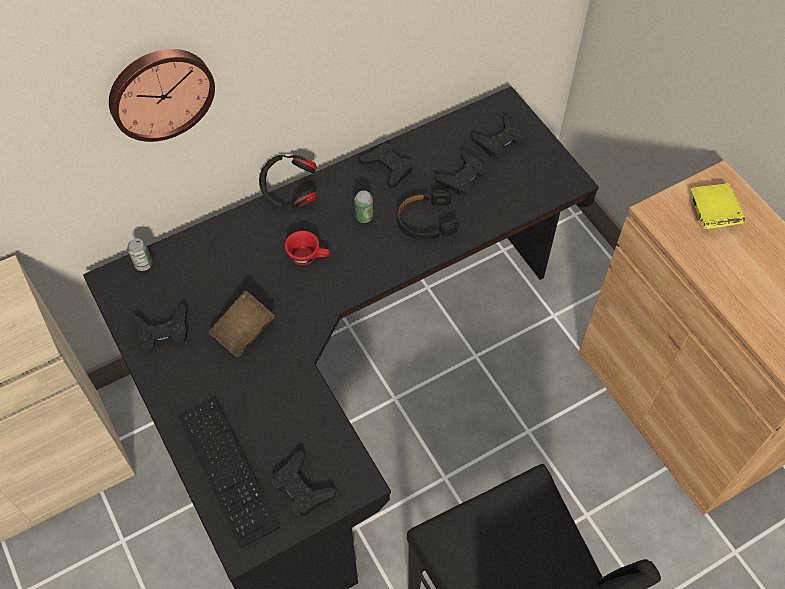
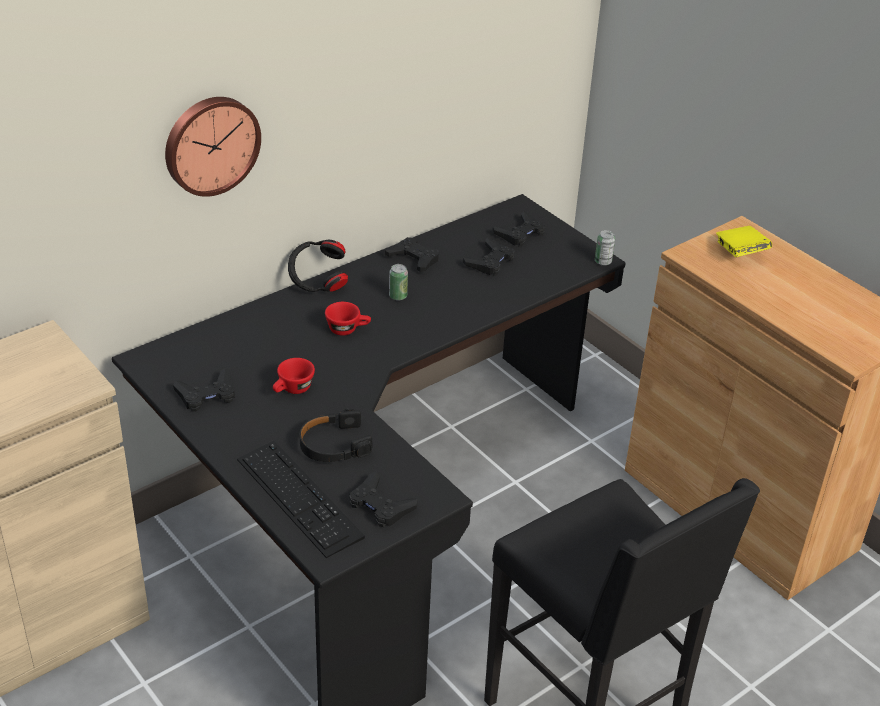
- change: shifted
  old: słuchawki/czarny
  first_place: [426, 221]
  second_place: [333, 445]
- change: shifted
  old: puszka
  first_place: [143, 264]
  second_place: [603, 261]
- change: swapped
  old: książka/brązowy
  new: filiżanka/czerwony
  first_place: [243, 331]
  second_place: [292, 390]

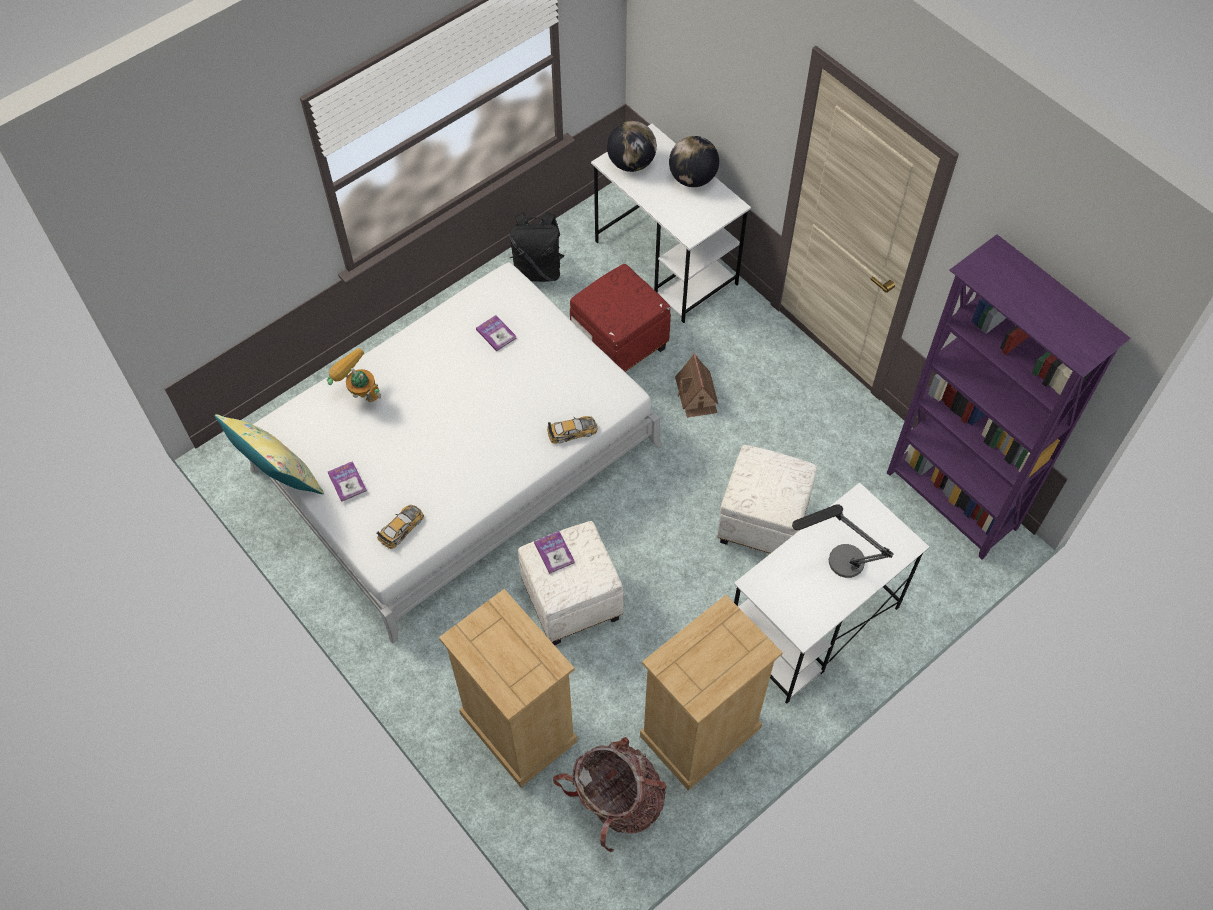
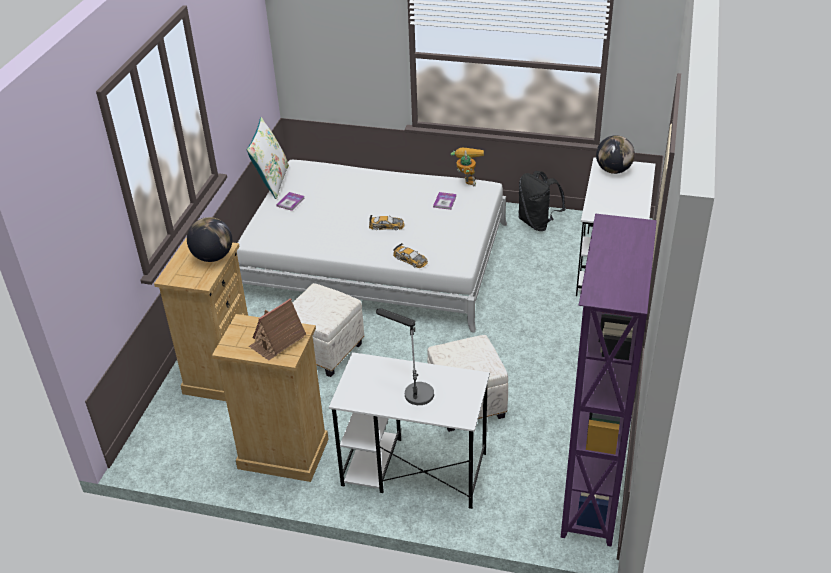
- change: shifted
  old: globus
  first_place: [692, 178]
  second_place: [213, 257]
- change: gone
  old: pufa/czerwony
  first_place: [618, 344]
- change: shifted
  old: robot zabawkowy
  first_place: [359, 395]
  second_place: [467, 179]
- change: shifted
  old: domek
  first_place: [697, 395]
  second_place: [277, 341]
- change: repainted
  old: poduszka/żółty
  new: poduszka/biały
  first_place: [279, 477]
  second_place: [272, 181]
- change: shifted
  old: samochodzik
  first_place: [401, 527]
  second_place: [386, 226]
- change: gone
  old: książka
  first_place: [554, 553]
- change: gone
  old: plecak
  first_place: [616, 801]

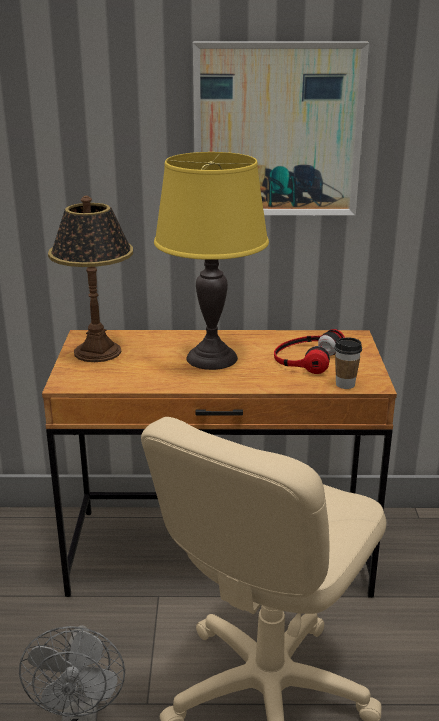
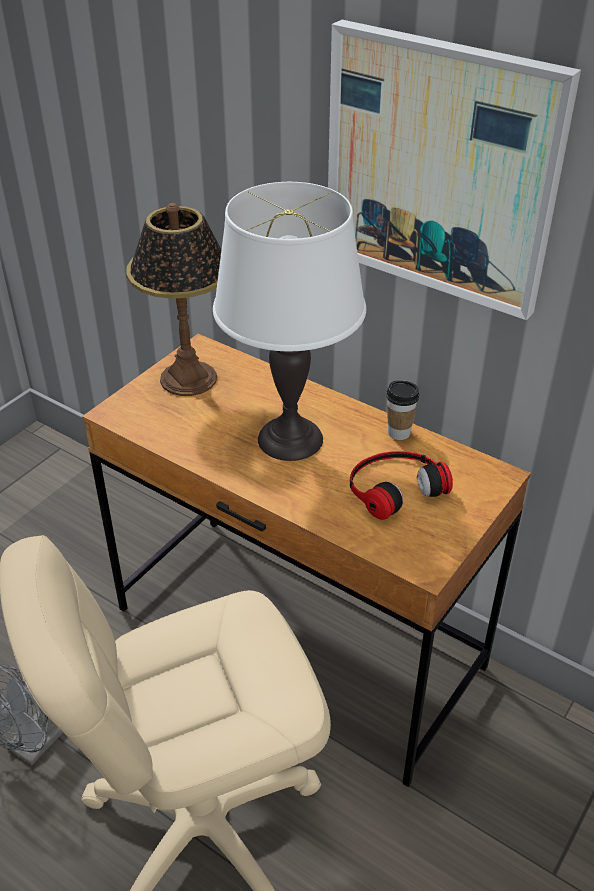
- change: repainted
  old: lampa stołowa/żółty
  new: lampa stołowa/biały
  first_place: [212, 358]
  second_place: [290, 439]
- change: shifted
  old: filiżanka
  first_place: [345, 384]
  second_place: [399, 433]

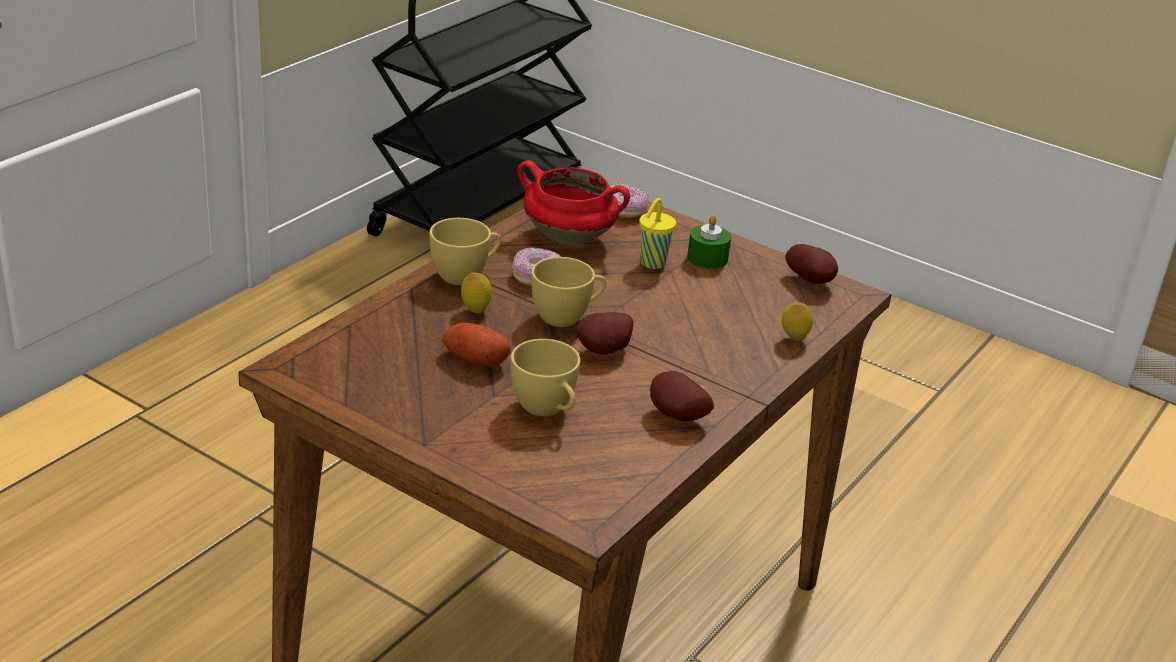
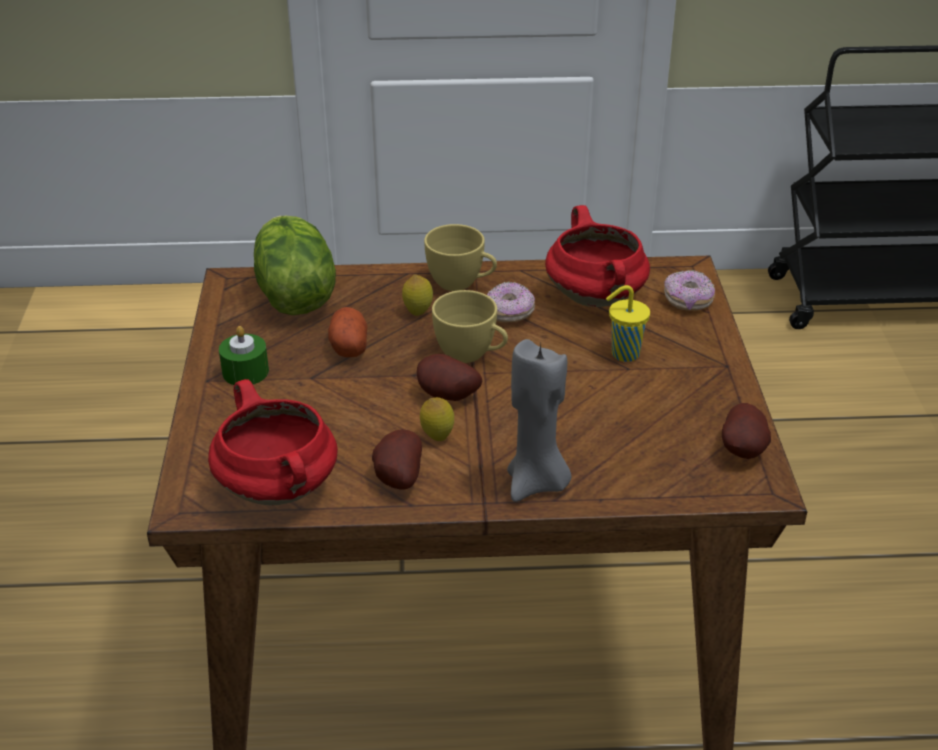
- change: shifted
  old: świeca/zielony
  first_place: [707, 258]
  second_place: [245, 371]
- change: shifted
  old: cytryna
  first_place: [793, 339]
  second_place: [437, 437]
- change: gone
  old: filiżanka/żółty
  first_place: [547, 410]
- change: new
  new: sałata
  second_place: [293, 295]
- change: new
  new: świeca/szary
  second_place: [536, 483]
- change: new
  new: garnek/czerwony
  second_place: [280, 489]

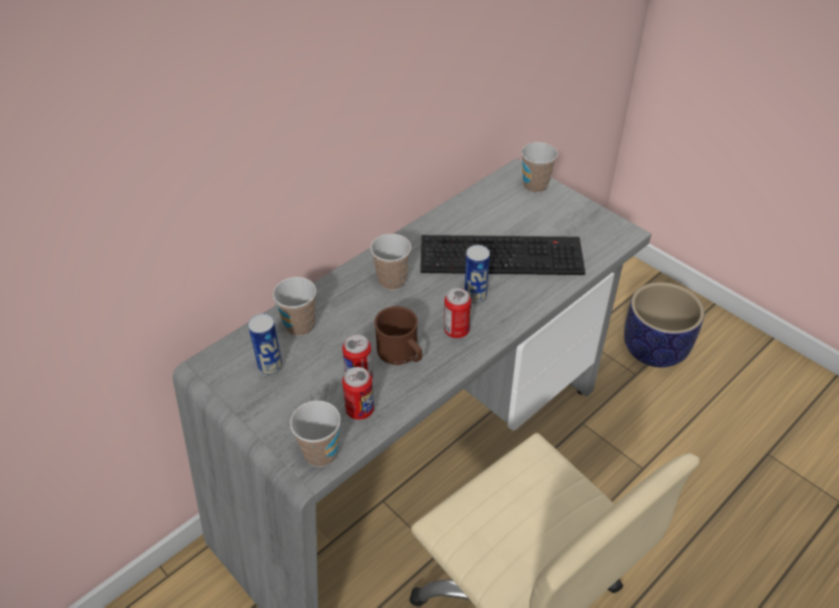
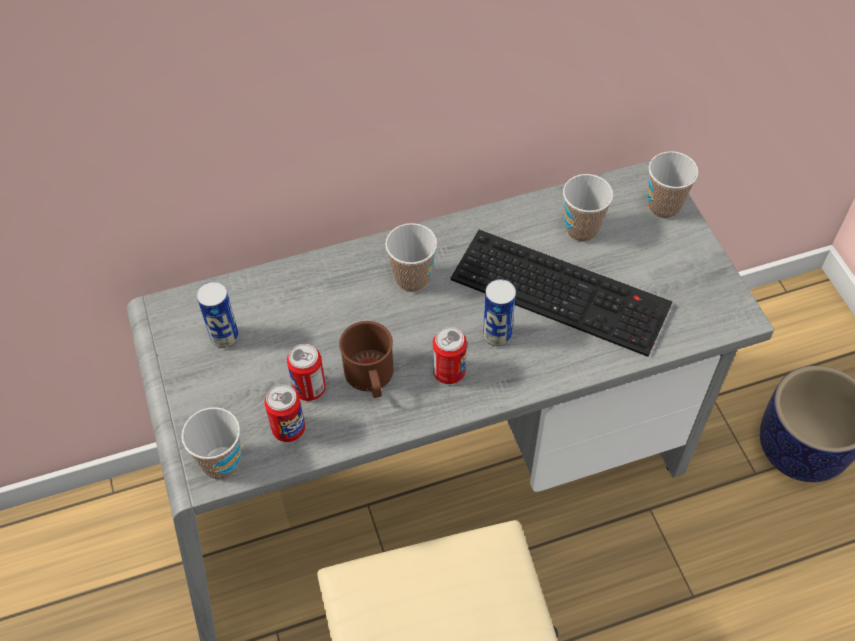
- change: shifted
  old: filiżanka
  first_place: [300, 326]
  second_place: [581, 229]

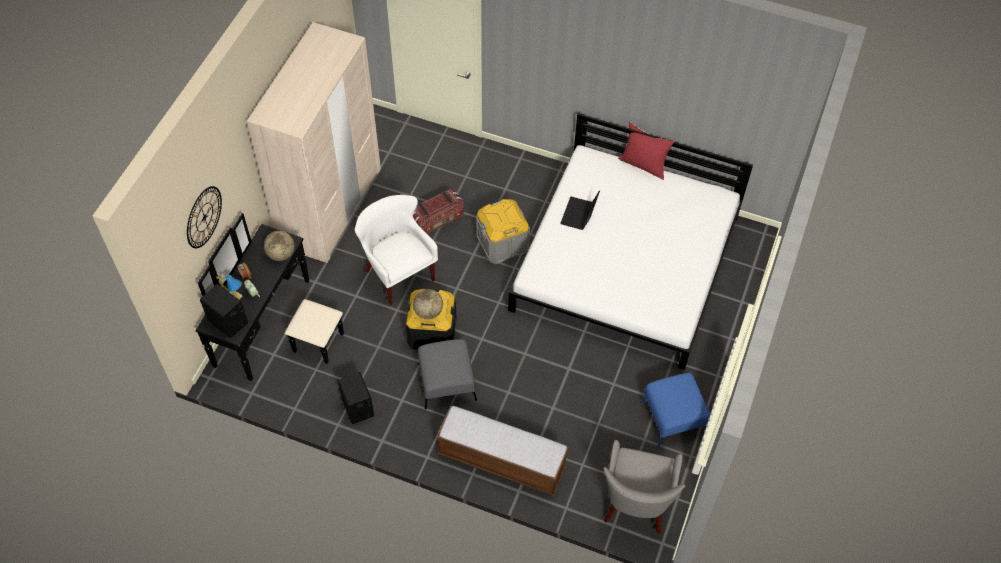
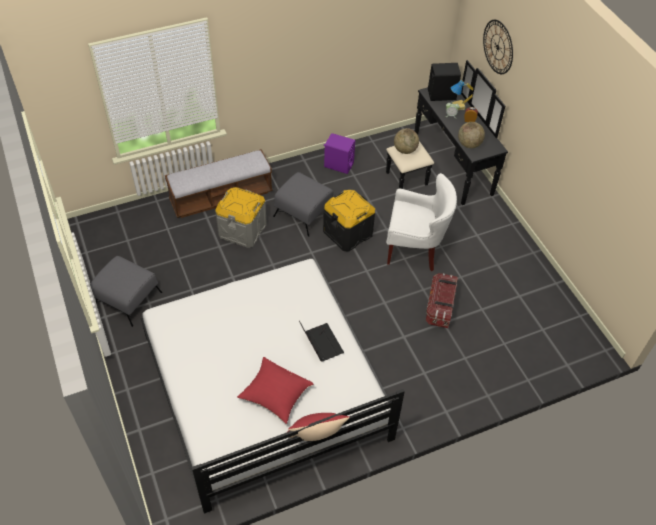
- change: gone
  old: szafa/beżowy
  first_place: [331, 207]
- change: shifted
  old: pojemnik do przechowywania/szary
  first_place: [502, 243]
  second_place: [242, 230]
- change: shifted
  old: globus
  first_place: [428, 312]
  second_place: [405, 150]
- change: repainted
  old: głośnik/czarny
  new: głośnik/fioletowy
  first_place: [358, 407]
  second_place: [338, 165]
- change: repainted
  old: pufa/niebieski
  new: pufa/szary
  first_place: [673, 417]
  second_place: [128, 298]
- change: gone
  old: fotel/szary
  first_place: [635, 504]
- change: new
  new: poduszka/czerwony
  second_place: [275, 395]

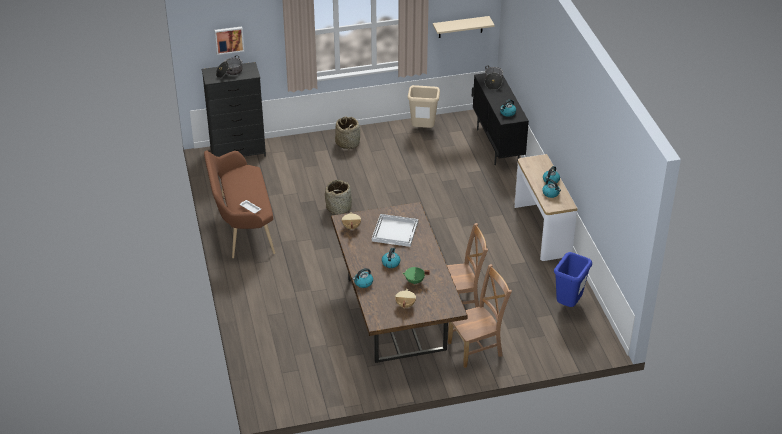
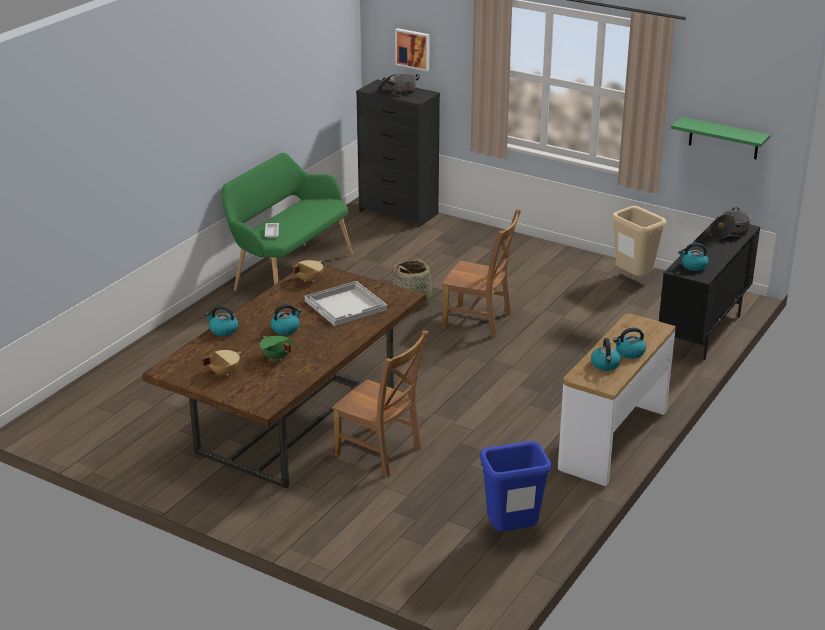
- change: repainted
  old: półka/beżowy
  new: półka/zielony
  first_place: [460, 27]
  second_place: [723, 138]
- change: gone
  old: koszyk
  first_place: [347, 143]
- change: repainted
  old: ławka/brązowy
  new: ławka/zielony
  first_place: [242, 228]
  second_place: [288, 272]
- change: shifted
  old: krzesło/brązowy
  first_place: [477, 348]
  second_place: [480, 321]

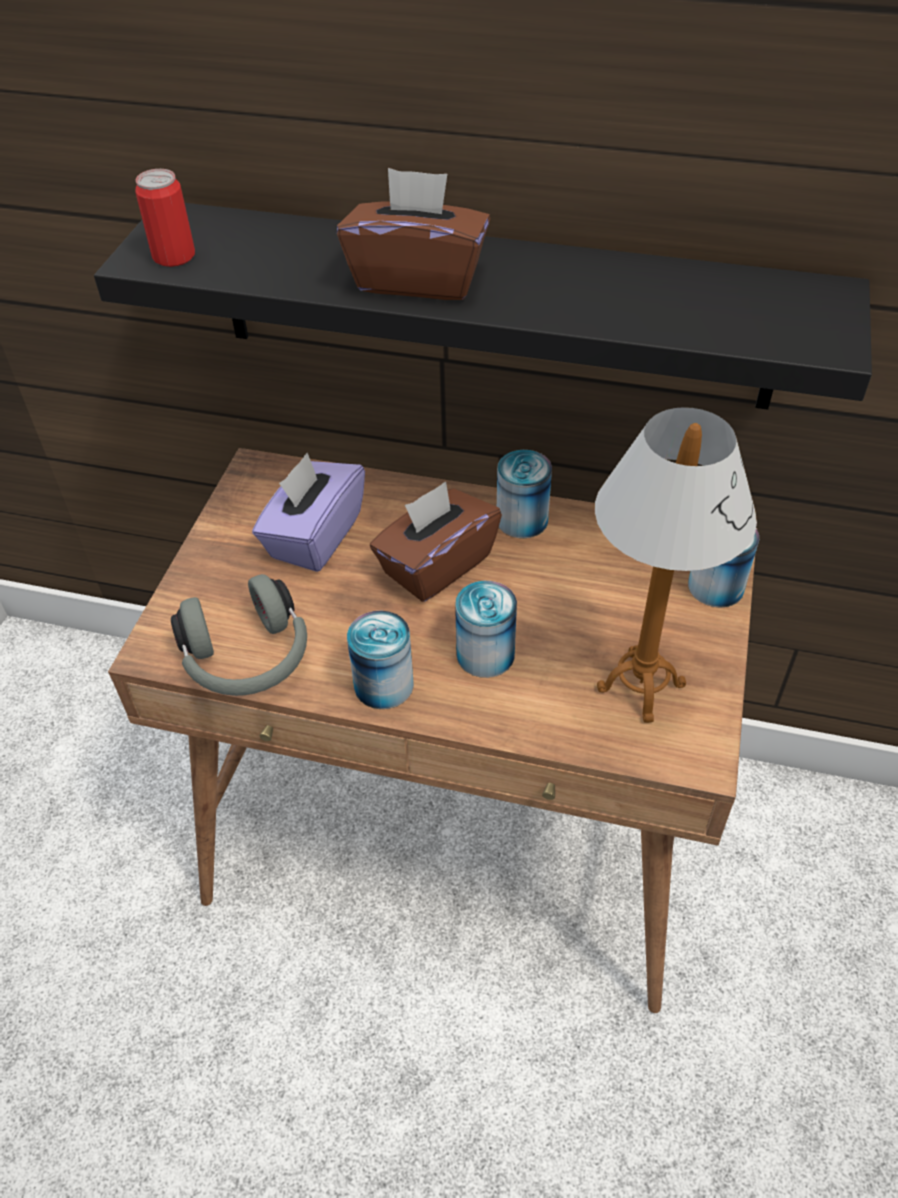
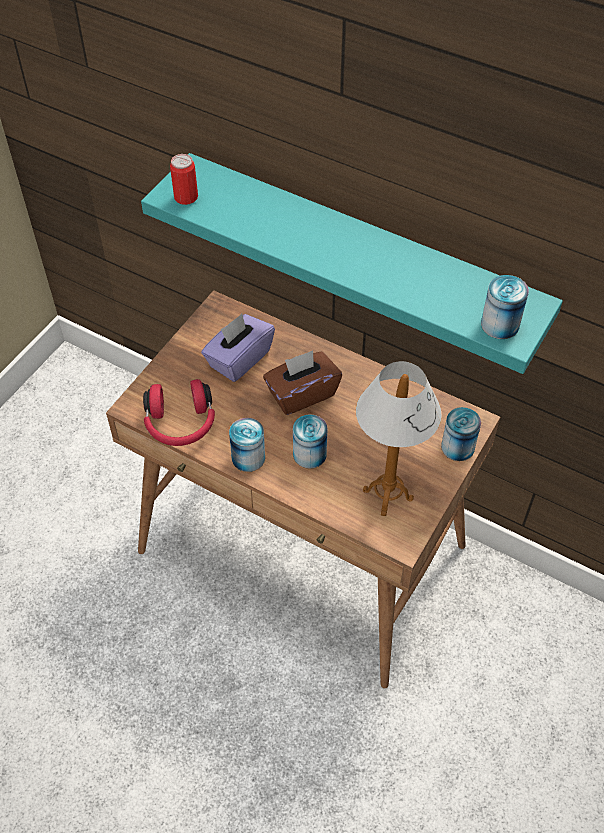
- change: gone
  old: pudełko chusteczek/brązowy
  first_place: [418, 279]
- change: repainted
  old: półka/czarny
  new: półka/turkusowy
  first_place: [491, 306]
  second_place: [362, 255]
- change: shifted
  old: puszka
  first_place: [522, 519]
  second_place: [500, 324]
- change: repainted
  old: słuchawki/szary
  new: słuchawki/czerwony
  first_place: [248, 659]
  second_place: [180, 424]

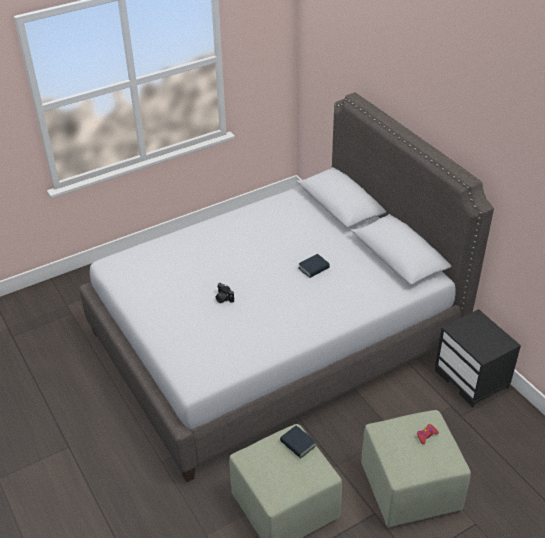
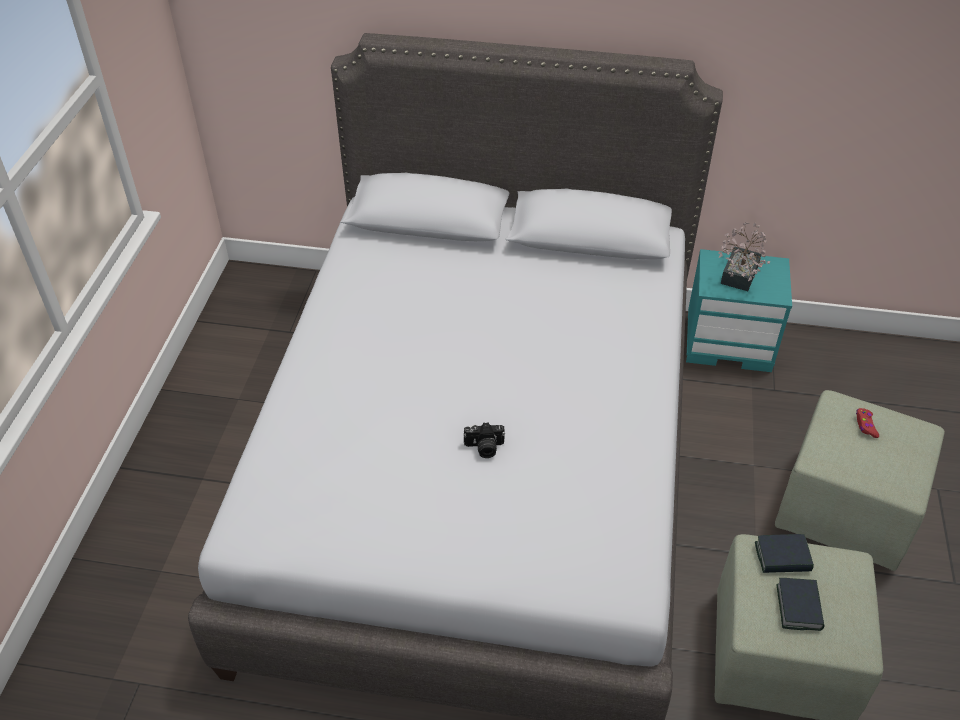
- change: shifted
  old: książka
  first_place: [314, 268]
  second_place: [799, 607]
- change: repainted
  old: szafka nocna/czarny
  new: szafka nocna/turkusowy
  first_place: [472, 379]
  second_place: [729, 342]
- change: new
  new: roślina doniczkowa
  second_place: [737, 278]

